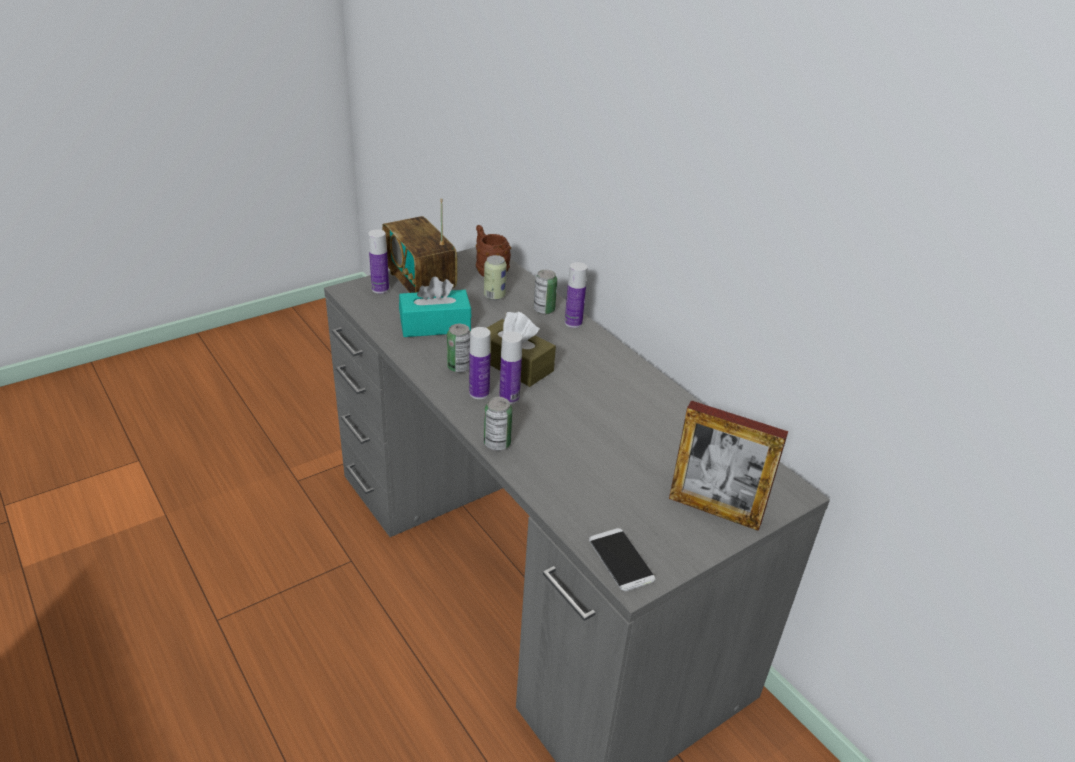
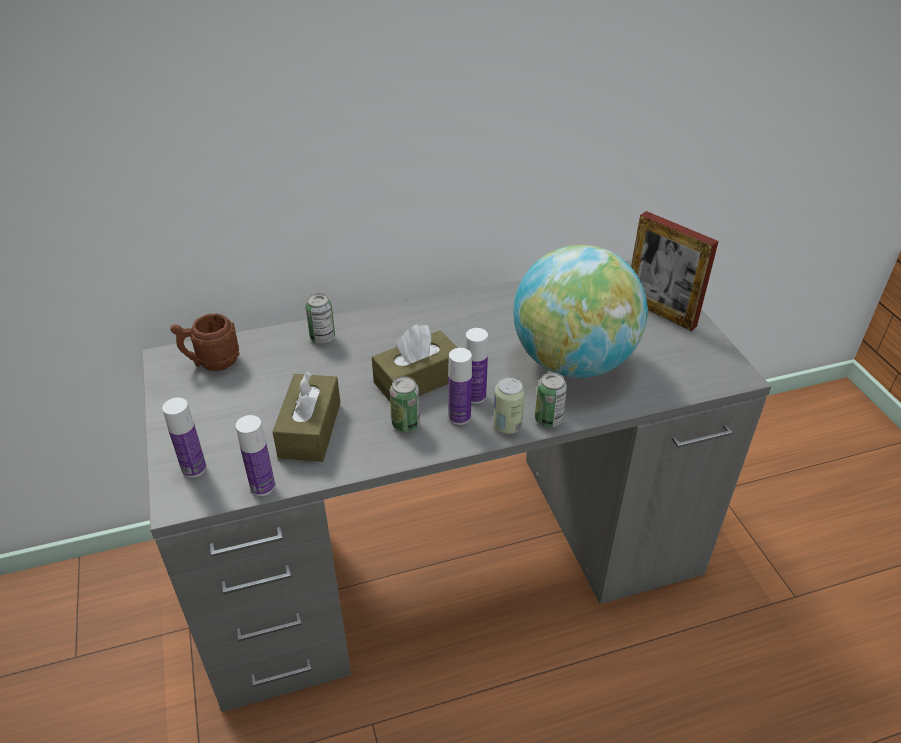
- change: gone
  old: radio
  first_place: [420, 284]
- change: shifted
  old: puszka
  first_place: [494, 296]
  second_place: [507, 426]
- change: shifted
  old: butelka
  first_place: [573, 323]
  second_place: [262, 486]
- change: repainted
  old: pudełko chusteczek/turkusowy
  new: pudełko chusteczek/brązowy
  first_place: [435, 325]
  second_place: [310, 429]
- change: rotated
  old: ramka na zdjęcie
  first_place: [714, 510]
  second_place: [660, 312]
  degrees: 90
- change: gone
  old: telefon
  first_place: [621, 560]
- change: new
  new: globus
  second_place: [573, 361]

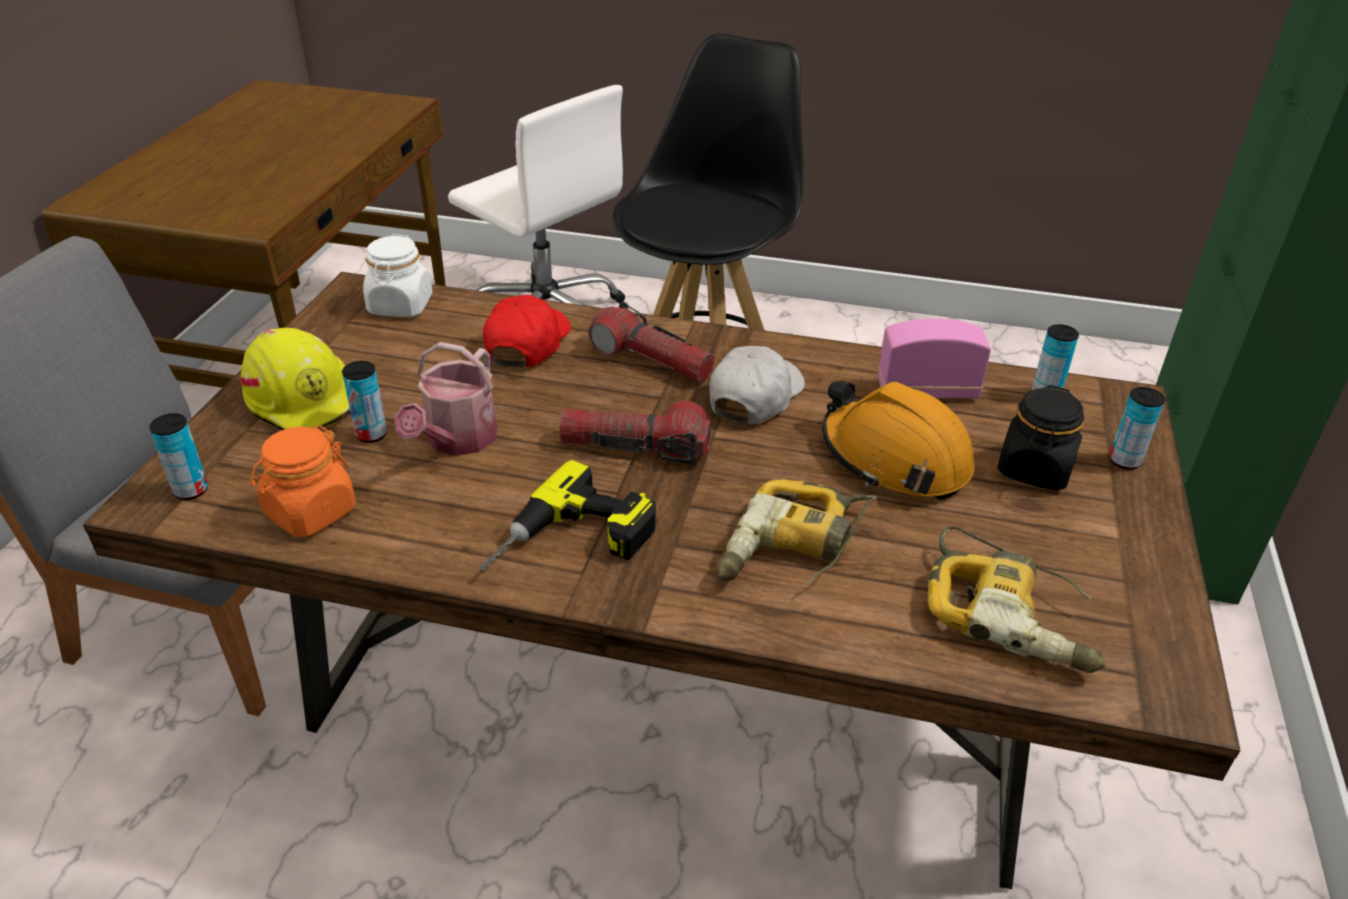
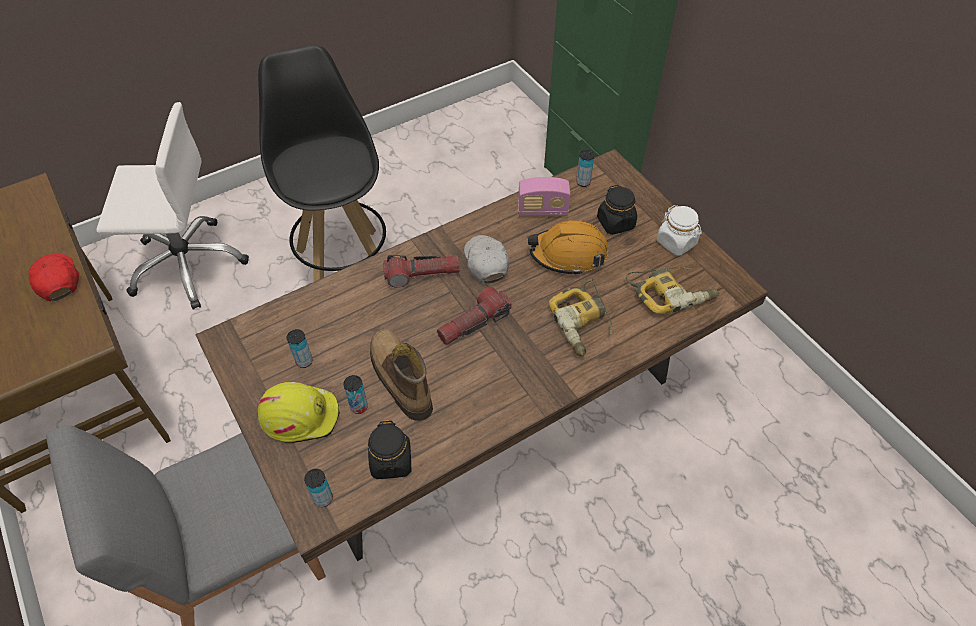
- change: shifted
  old: słoik/biały
  first_place: [400, 306]
  second_place: [676, 242]
- change: shifted
  old: czapka z daszkiem/czerwony
  first_place: [527, 343]
  second_place: [57, 280]
- change: rotated
  old: radio
  first_place: [927, 390]
  second_place: [542, 211]
  degrees: -135
- change: swapped
  old: konewka
  new: but z cholewką
  first_place: [456, 440]
  second_place: [399, 379]
- change: shifted
  old: puszka
  first_place: [1124, 461]
  second_place: [304, 361]
- change: repainted
  old: słoik/pomarańczowy
  new: słoik/czarny
  first_place: [310, 512]
  second_place: [391, 461]
- change: gone
  old: wiertarka
  first_place: [571, 544]

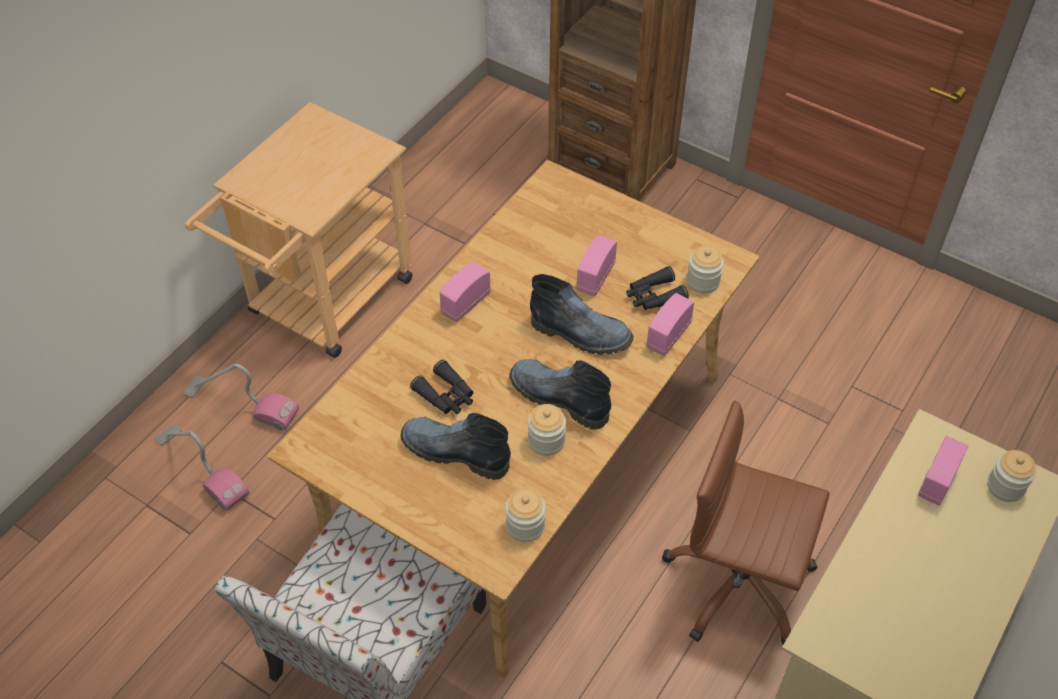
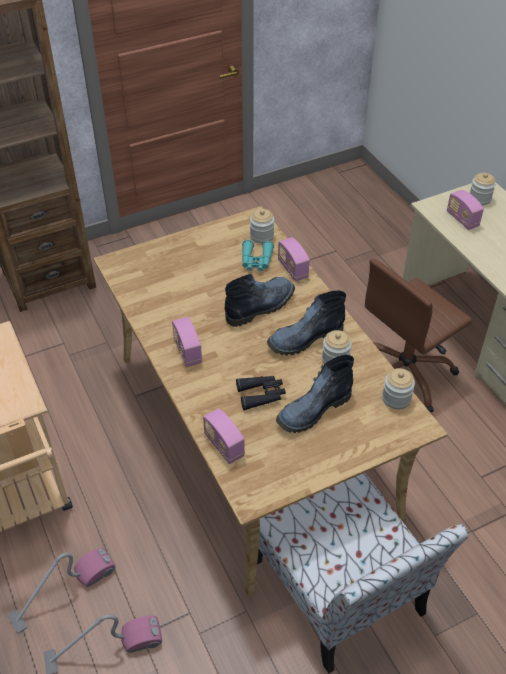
- change: shifted
  old: radio
  first_place: [595, 277]
  second_place: [224, 445]
- change: repainted
  old: lornetka/czarny
  new: lornetka/turkusowy
  first_place: [654, 296]
  second_place: [256, 261]

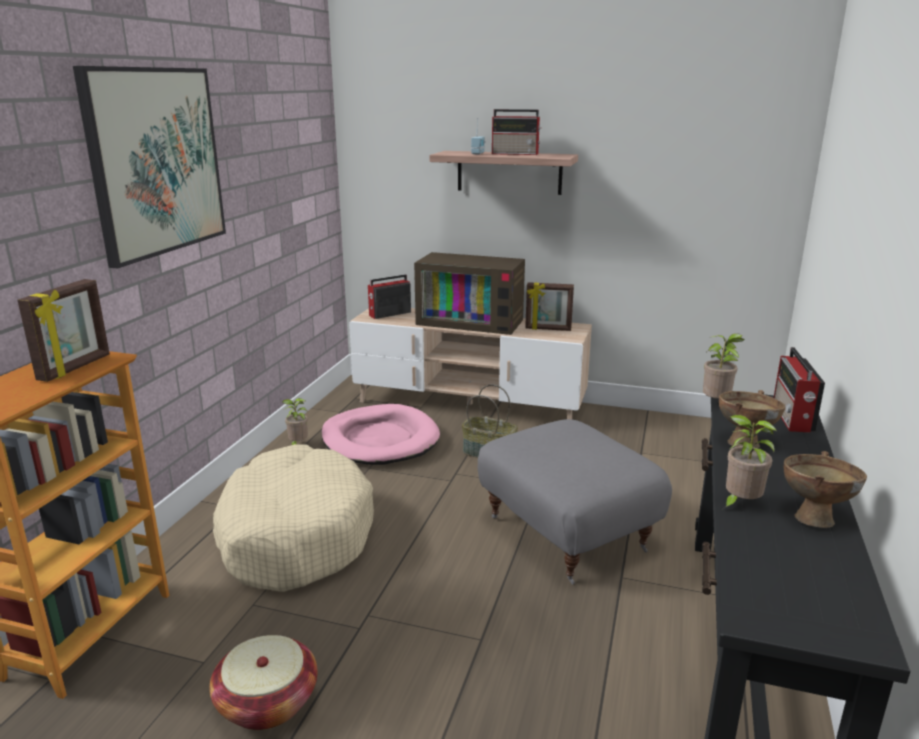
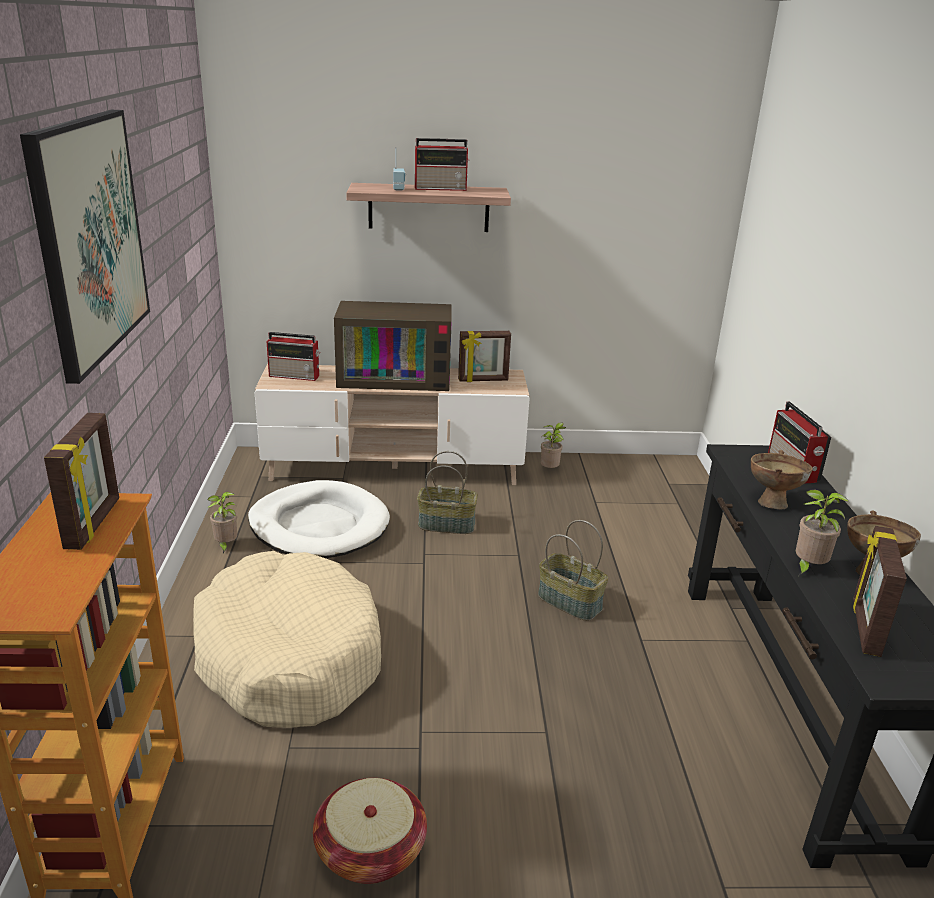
- change: rotated
  old: radio
  first_place: [389, 314]
  second_place: [295, 376]
  degrees: -120
- change: shifted
  old: roślina doniczkowa
  first_place: [717, 403]
  second_place: [550, 470]
- change: repainted
  old: legowisko/różowy
  new: legowisko/biały
  first_place: [380, 439]
  second_place: [319, 525]
- change: swapped
  old: pufa/szary
  new: koszyk
  first_place: [568, 533]
  second_place: [570, 602]
- change: new
  new: ramka na zdjęcie
  second_place: [864, 627]

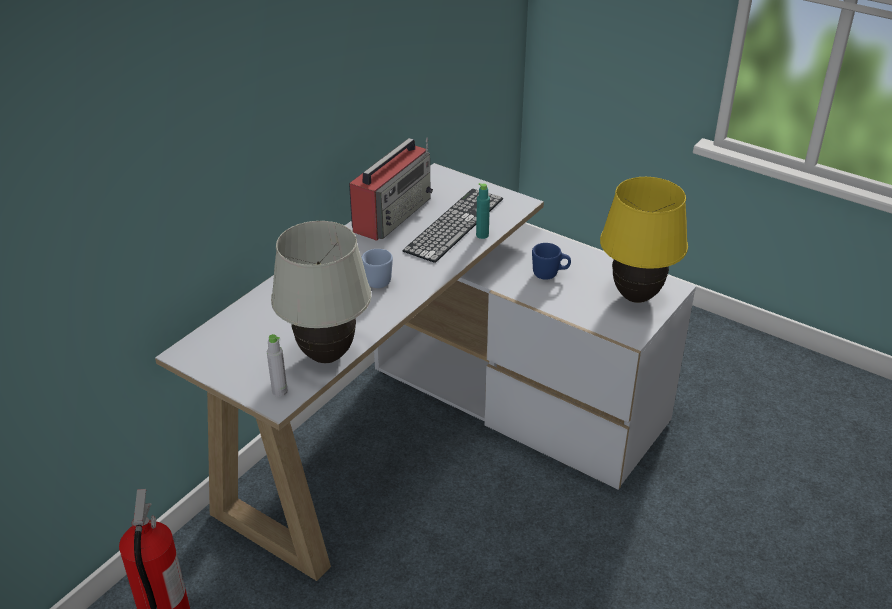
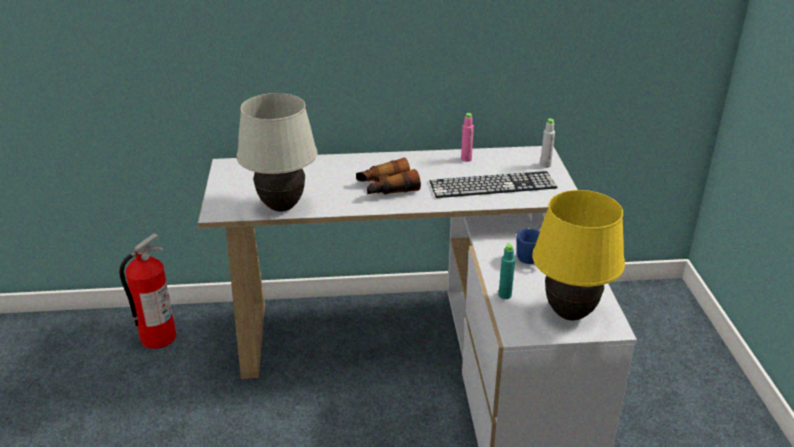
- change: swapped
  old: radio
  new: butelka/różowy
  first_place: [393, 214]
  second_place: [466, 159]
- change: shifted
  old: butelka/turkusowy
  first_place: [482, 235]
  second_place: [505, 295]
- change: swapped
  old: kubek/niebieski
  new: lornetka
  first_place: [380, 279]
  second_place: [386, 188]
- change: shifted
  old: butelka/szary
  first_place: [279, 391]
  second_place: [545, 165]

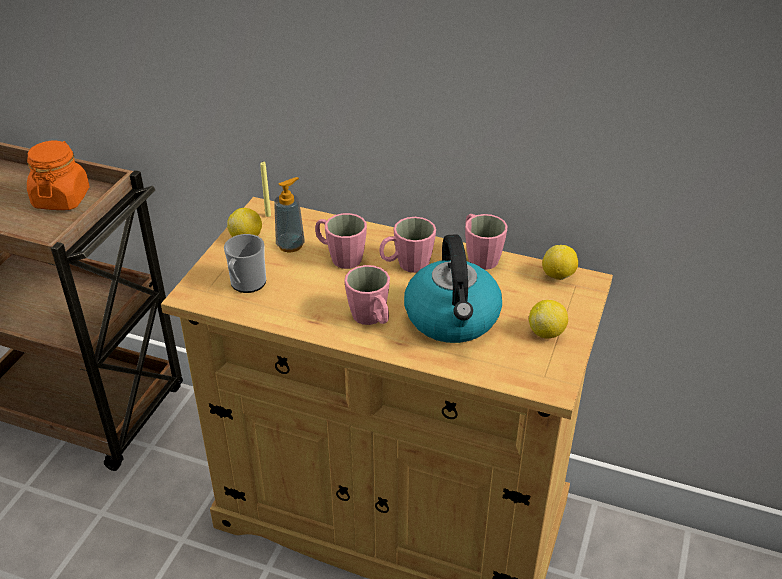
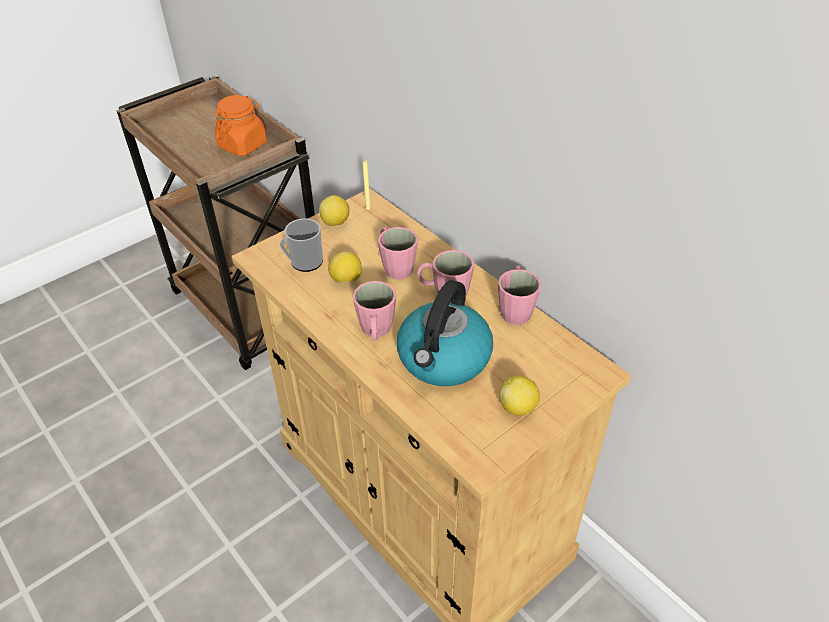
- change: gone
  old: dozownik mydła
  first_place: [290, 245]
- change: shifted
  old: cytryna
  first_place: [558, 276]
  second_place: [346, 280]

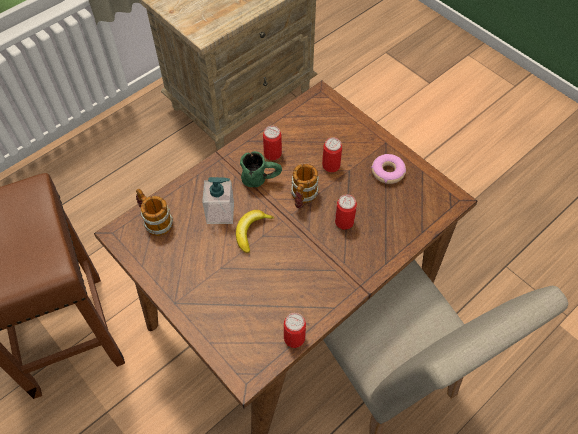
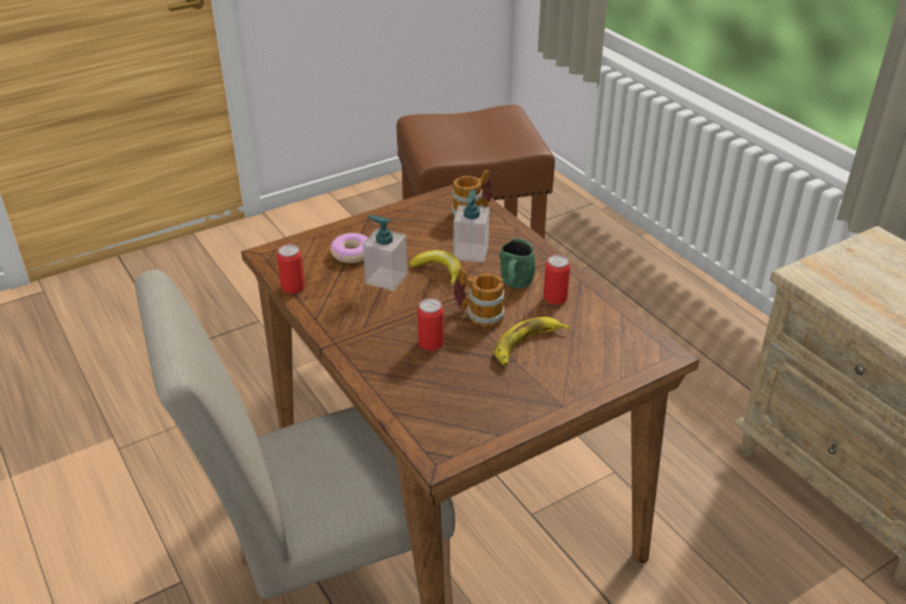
- change: swapped
  old: puszka
  new: banan
  first_place: [331, 165]
  second_place: [526, 345]
- change: shifted
  old: donut
  first_place: [387, 172]
  second_place: [352, 253]
- change: new
  new: dozownik mydła
  second_place: [386, 278]

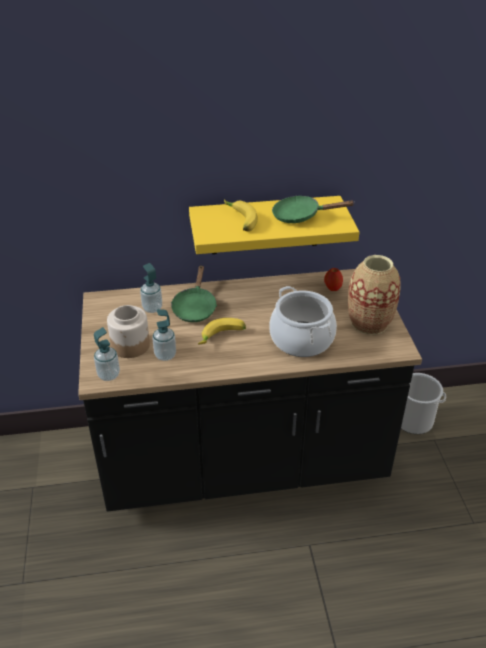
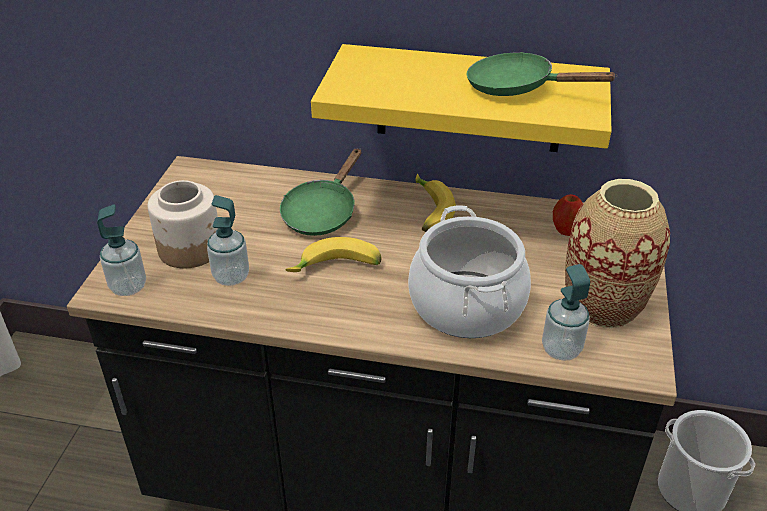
- change: shifted
  old: banan
  first_place: [239, 220]
  second_place: [428, 212]
- change: shifted
  old: dozownik mydła
  first_place: [152, 308]
  second_place: [561, 349]

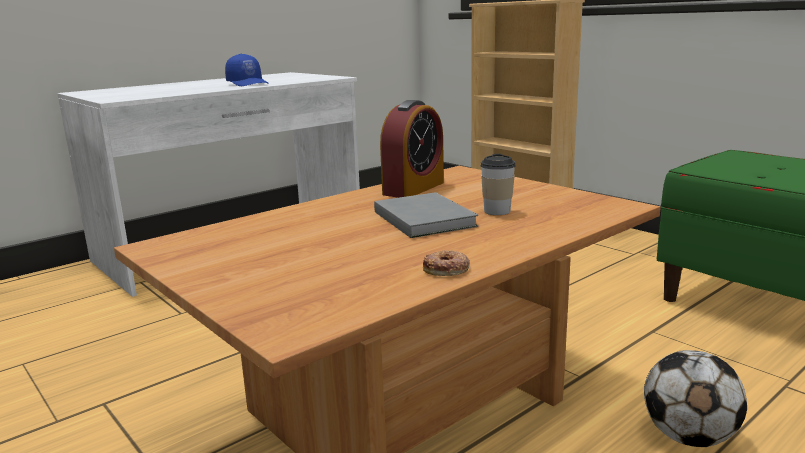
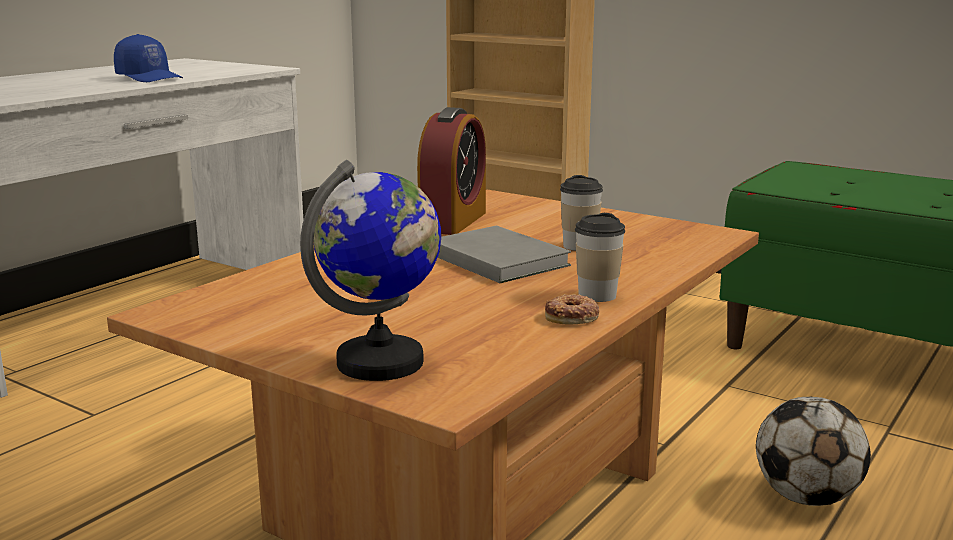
- change: new
  new: globus
  second_place: [381, 363]
- change: new
  new: filiżanka
  second_place: [597, 295]

